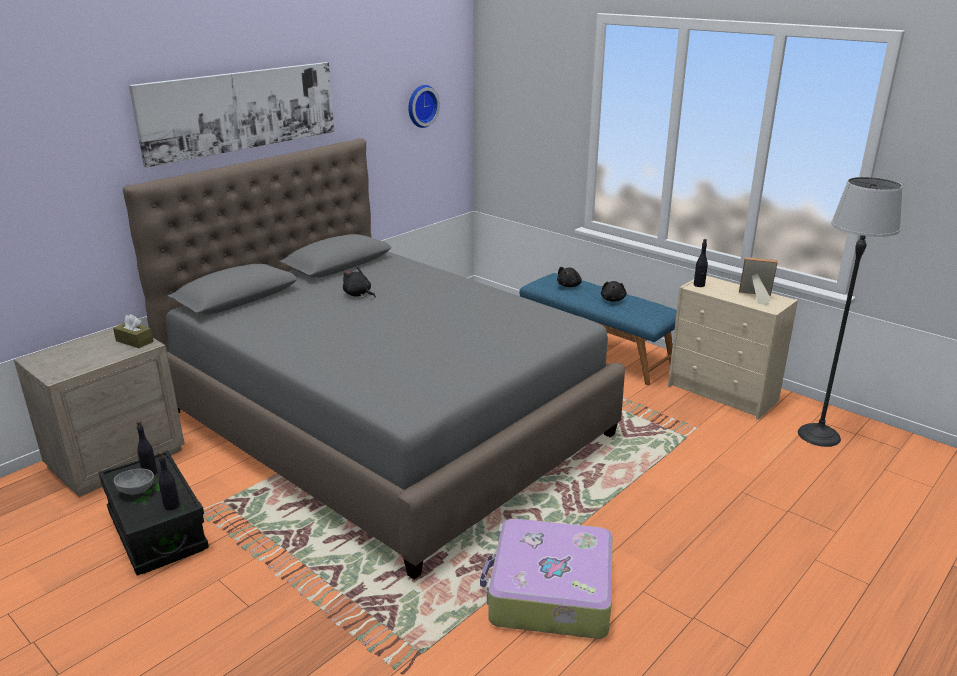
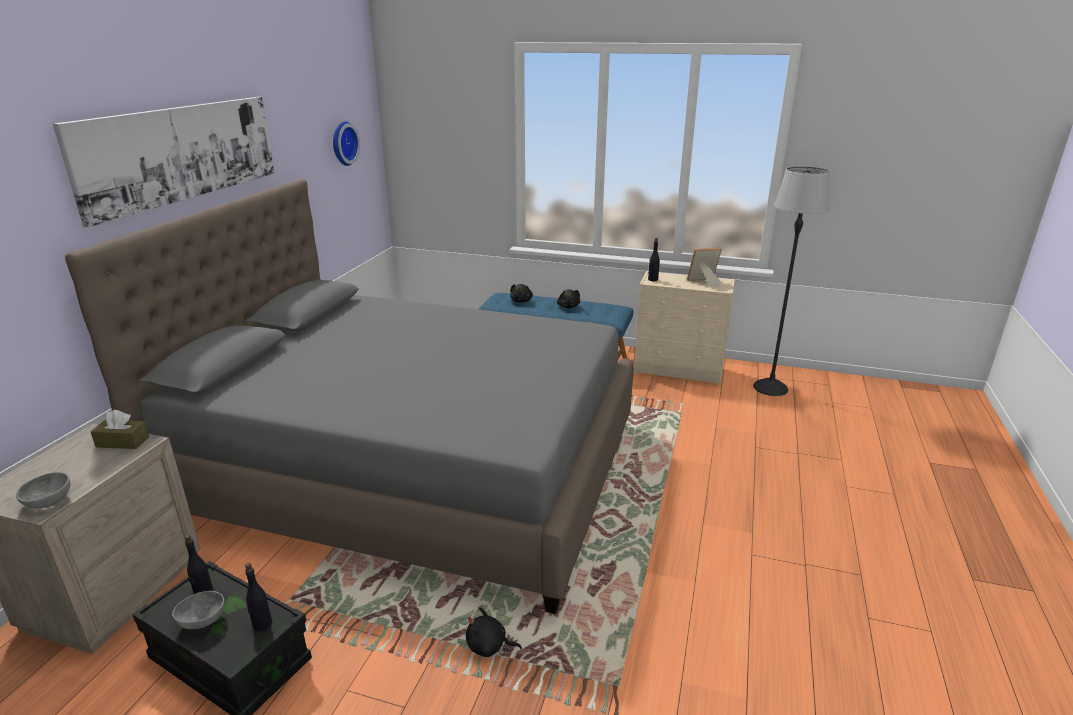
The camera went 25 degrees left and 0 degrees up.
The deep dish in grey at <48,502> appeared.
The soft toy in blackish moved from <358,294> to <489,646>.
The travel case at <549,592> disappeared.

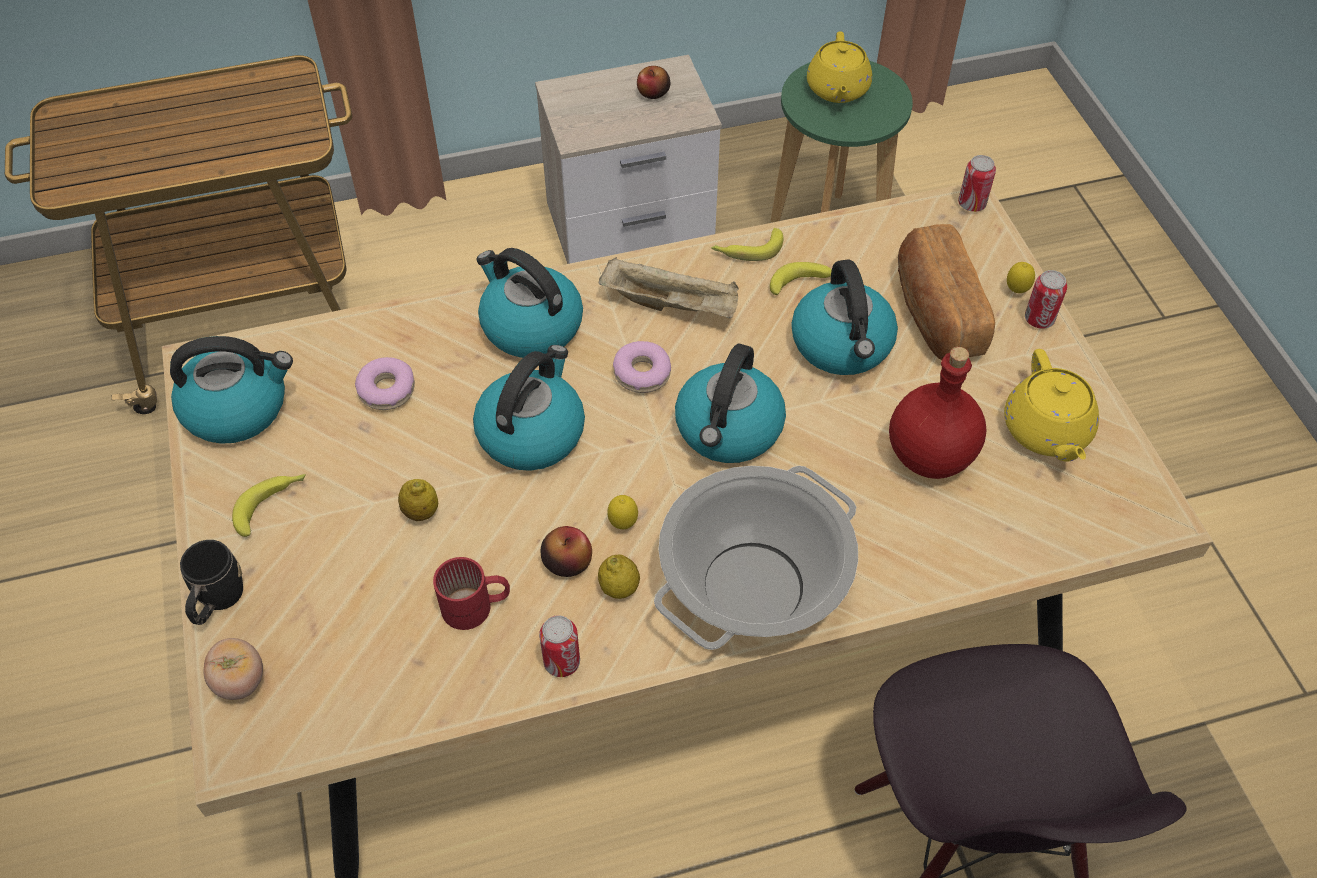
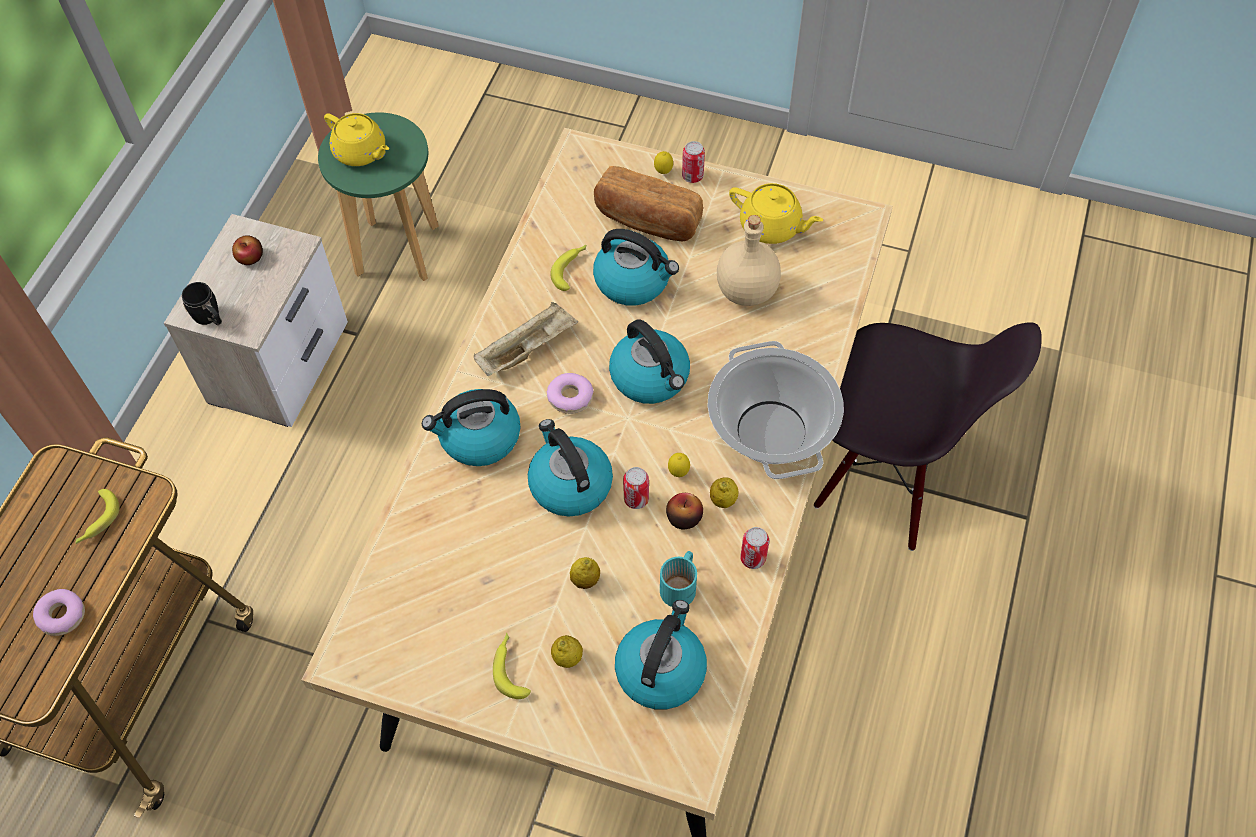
The camera went 55 degrees left and 5 degrees up.
The donut moved from <387,390> to <62,615>.
The banana fruit moved from <747,250> to <97,521>.
The mug in blackish moved from <217,602> to <210,318>.
The lemon at <567,658> appeared.
The kettle moved from <238,408> to <660,669>.
The can moved from <971,204> to <636,499>.
The mug in red-coloured at <476,608> became the mug in blue-green at <682,585>.
The beverage bottle in red-coloured at <931,455> became the beverage bottle in beige at <747,290>.
The tomato at <240,681> disappeared.

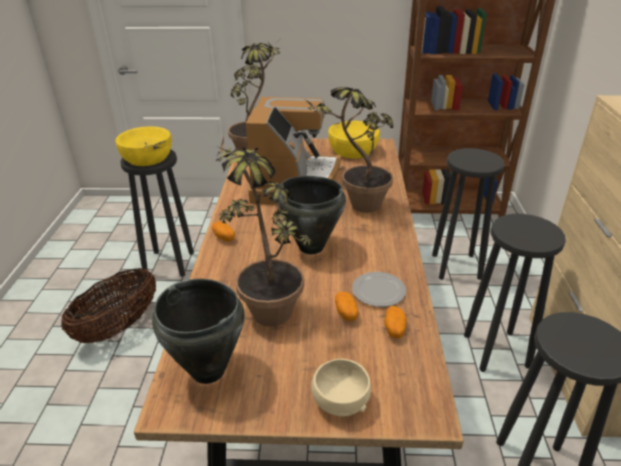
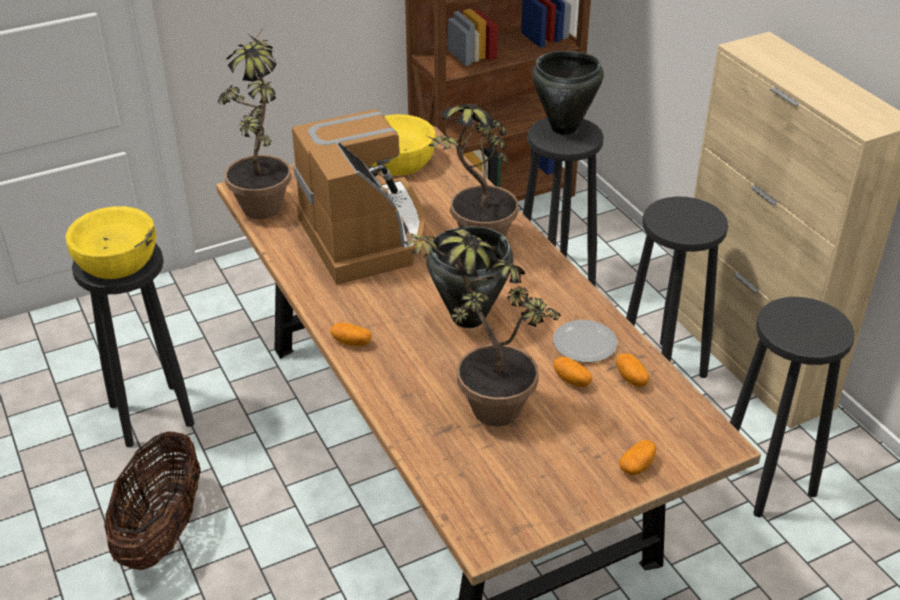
The camera went 30 degrees left and 5 degrees up.
The saucepot in blackish moved from <208,371> to <564,128>.
The deep dish in beige at <340,401> was replaced by the whole potato at <637,466>.

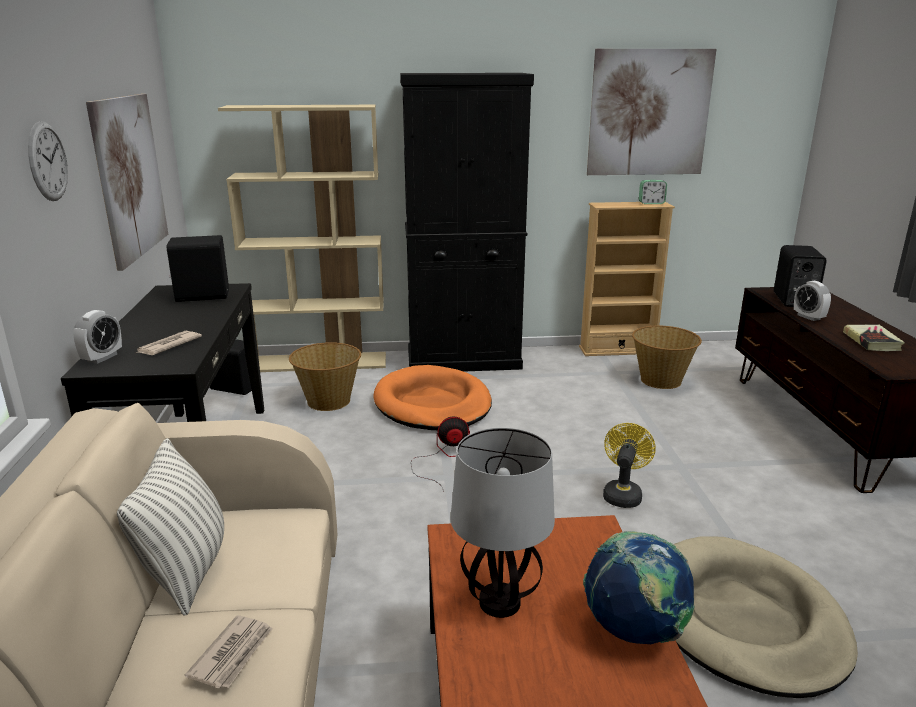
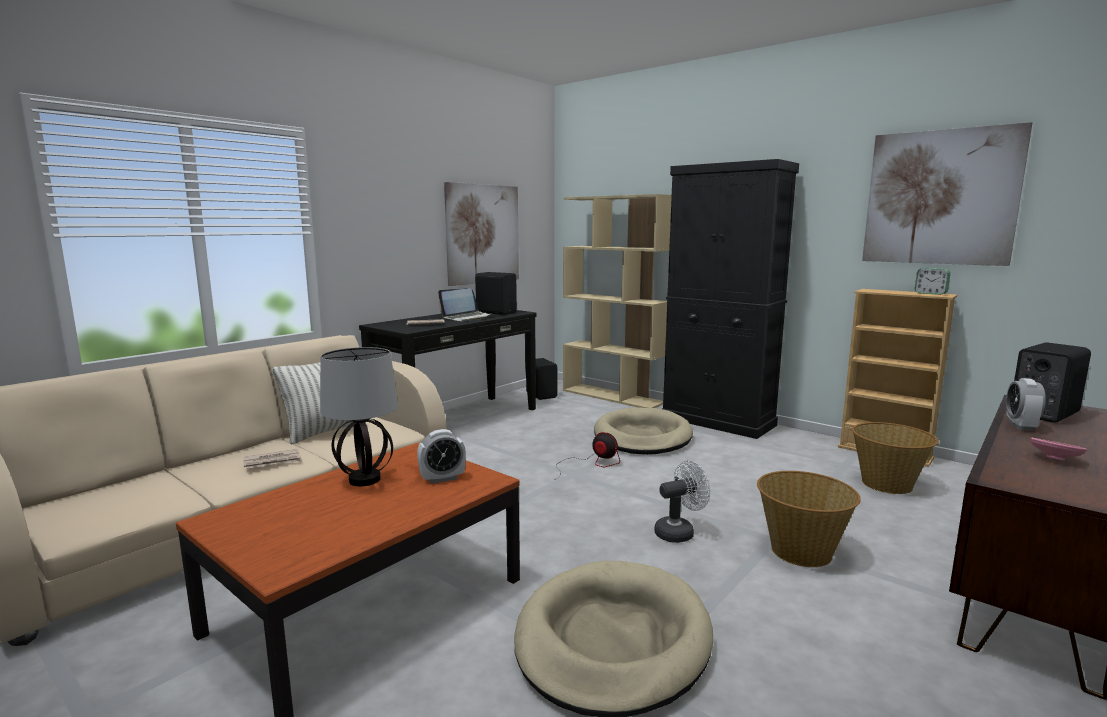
The camera went 45 degrees right and 10 degrees down.
The bedside clock moved from <102,358> to <442,479>.
The notebook computer at <467,318> appeared.
The dog bed in orangey at <432,404> became the dog bed in beige at <642,436>.
The fan in yellowish at <623,494> became the fan in whitish at <679,532>.
The basket moved from <328,401> to <801,551>.
The volume at <872,341> was replaced by the deep dish in pink at <1055,459>.
The wall clock at <48,161> disappeared.
The globe at <634,631> disappeared.

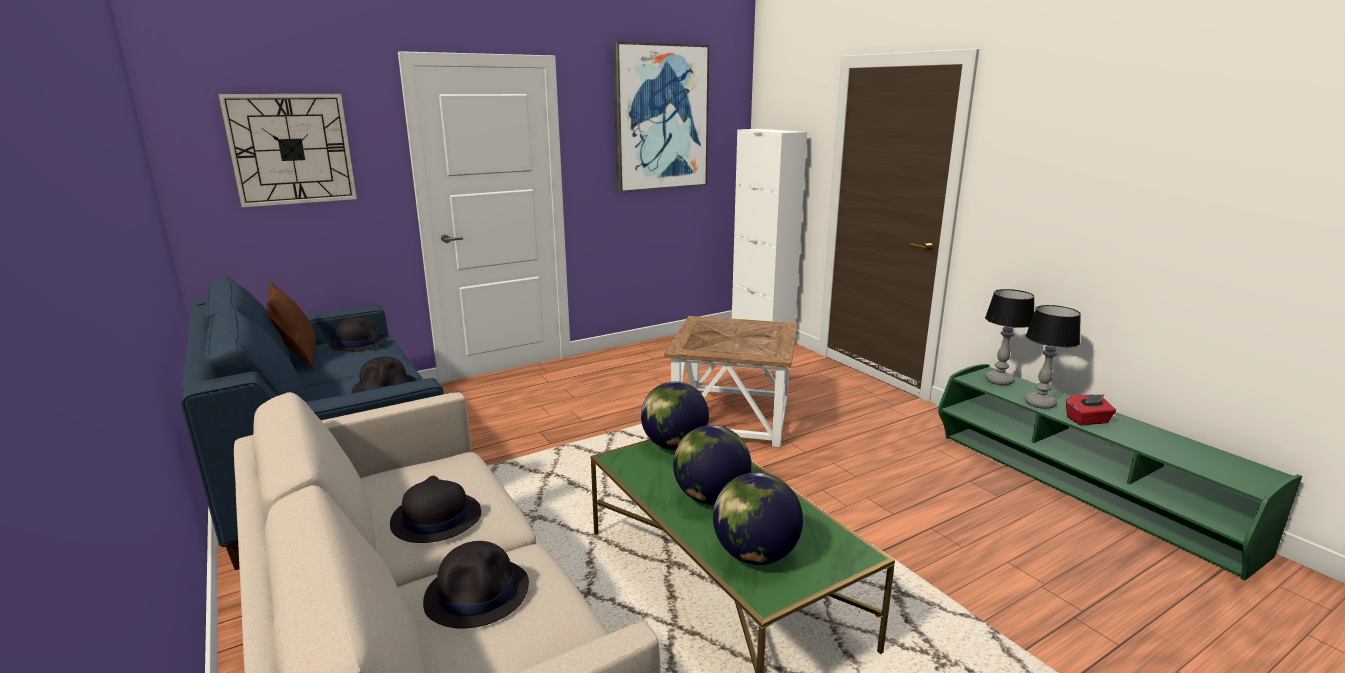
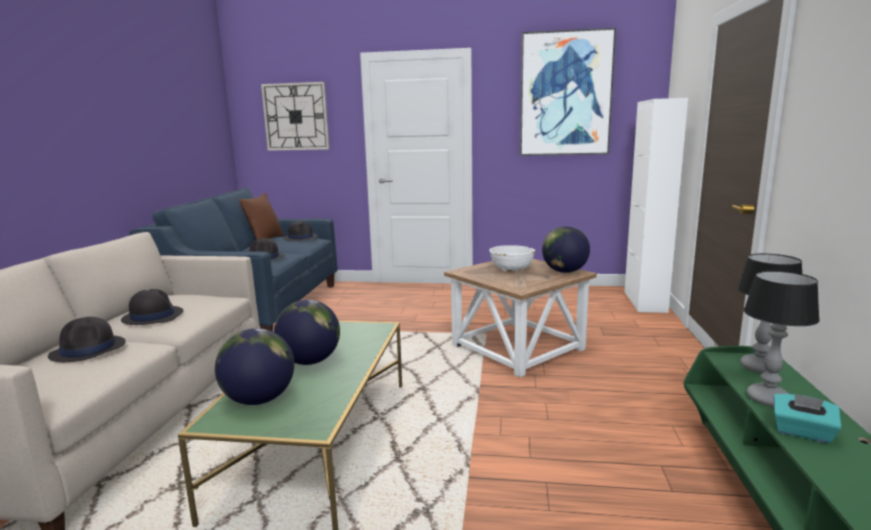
The camera went 40 degrees right and 5 degrees down.
The deep dish in whitish at <511,269> appeared.
The globe moved from <674,445> to <564,271>.
The tissue box in red-coloured at <1087,421> became the tissue box in blue-green at <802,432>.

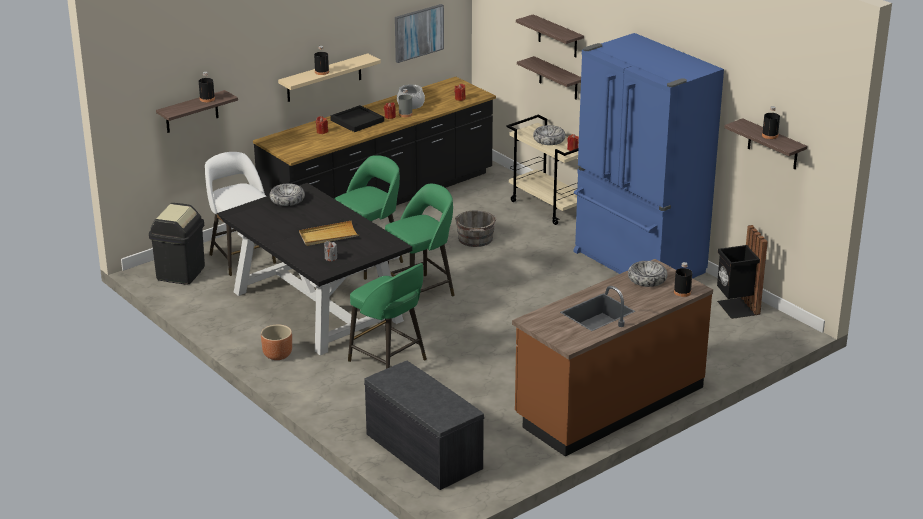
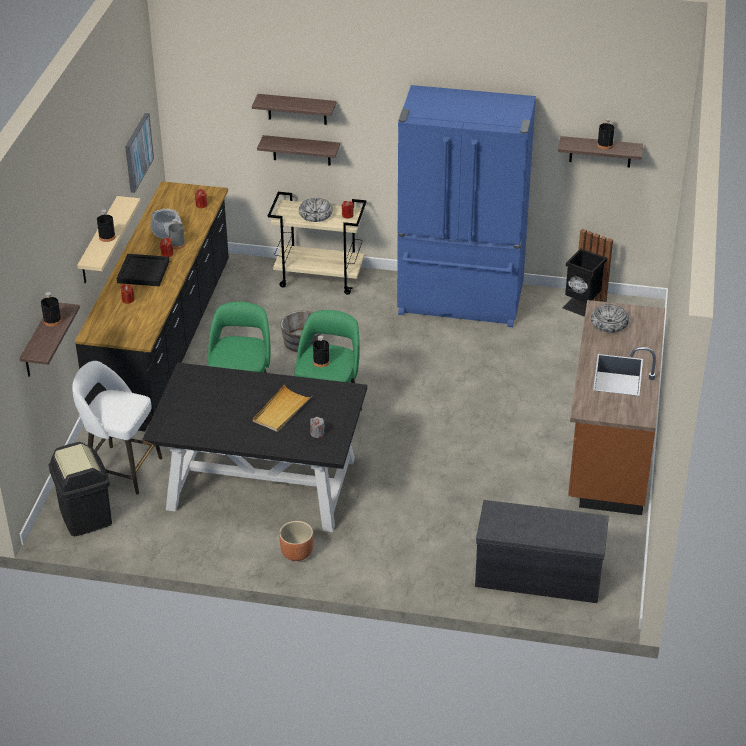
The camera went 40 degrees left and 10 degrees up.
The beverage bottle in blackish moved from <682,292> to <321,362>.
The deep dish at <287,199> disappeared.
The stool in green-coloured at <389,361> disappeared.

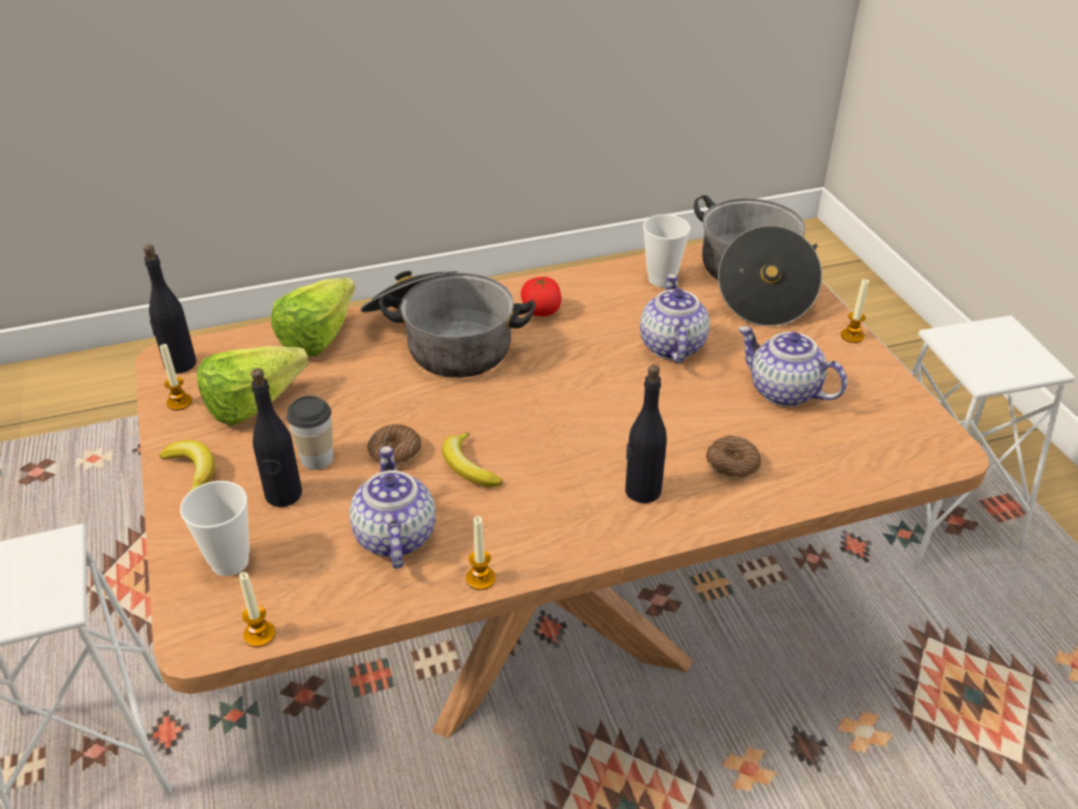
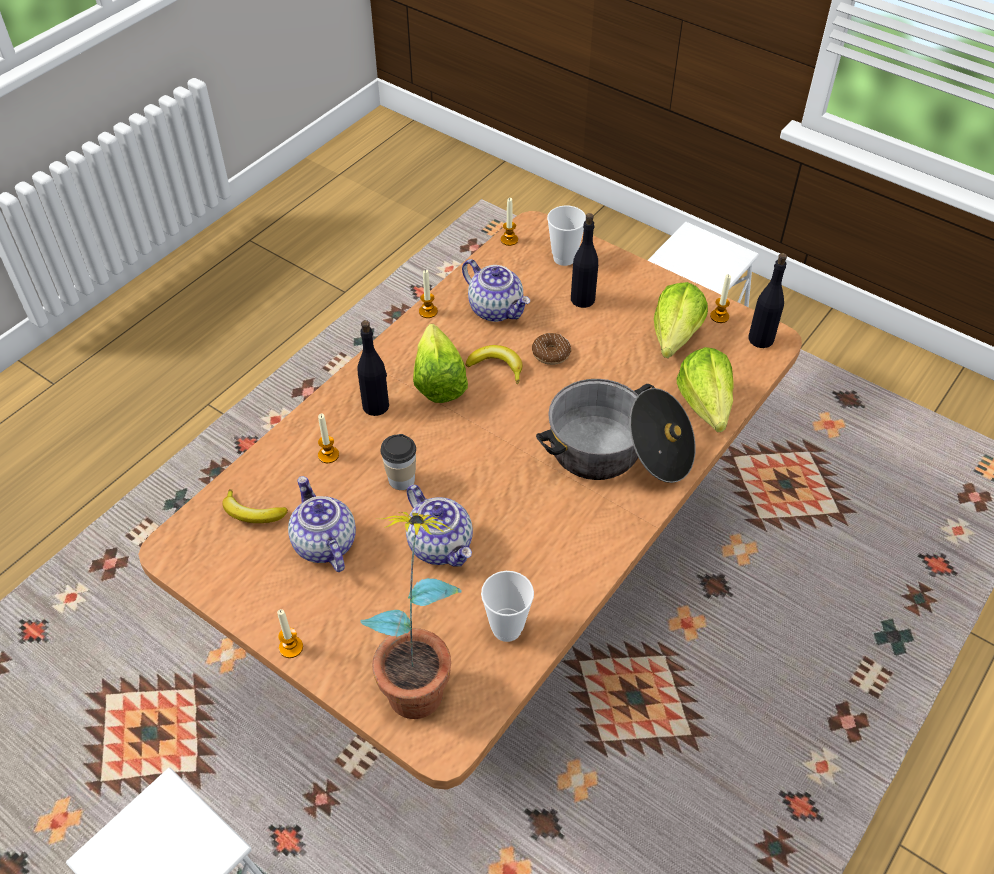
The camera went 145 degrees right and 10 degrees up.
The banana fruit moved from <192,471> to <252,513>.
The teapot at <783,391> turned 120 degrees counterclockwise.
The donut at <732,464> was replaced by the wax light at <328,455>.
The saucepot at <752,282> was replaced by the houseplant at <420,677>.
The cup moved from <317,458> to <401,480>.
The lettuce head at <439,376> appeared.
The tomato at <541,311> disappeared.

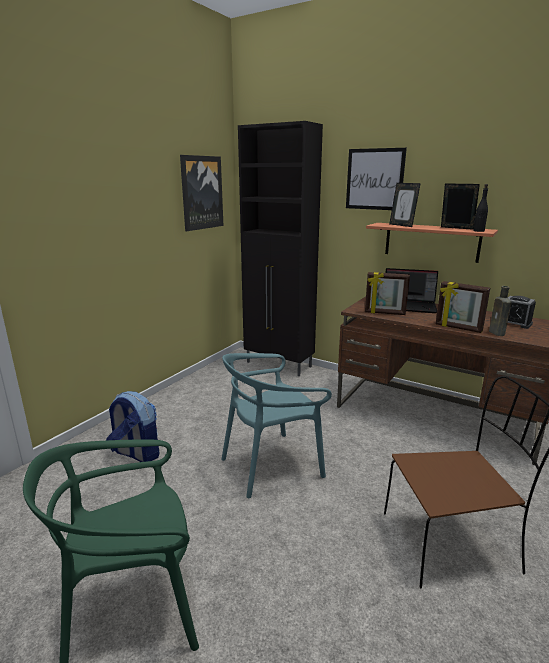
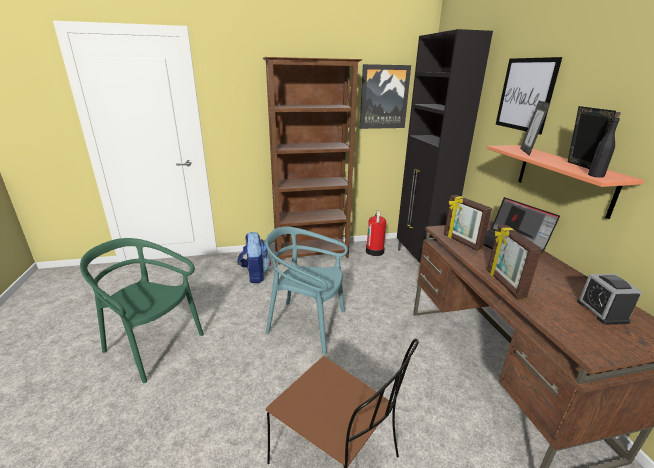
The camera went 45 degrees right and 5 degrees up.
The shelving unit in brown at <312,254> appeared.
The fire-fighting cylinder at <375,251> appeared.
The beverage bottle in brown at <497,333> disappeared.

